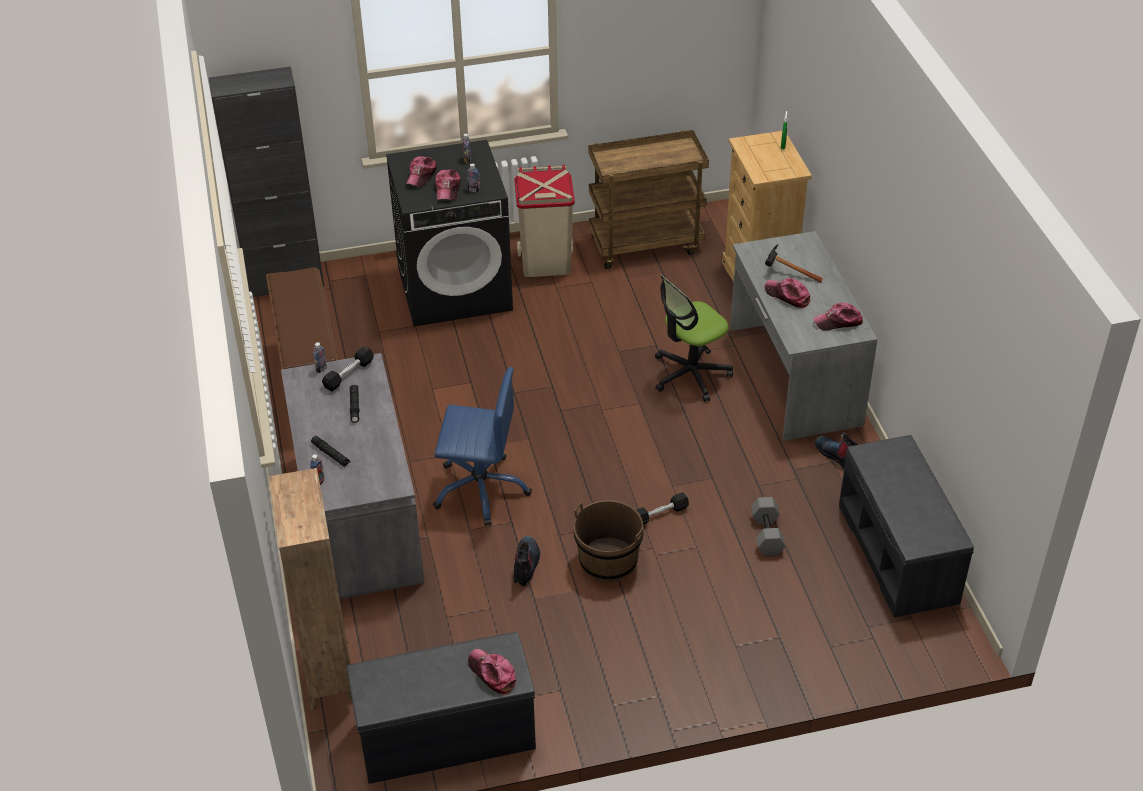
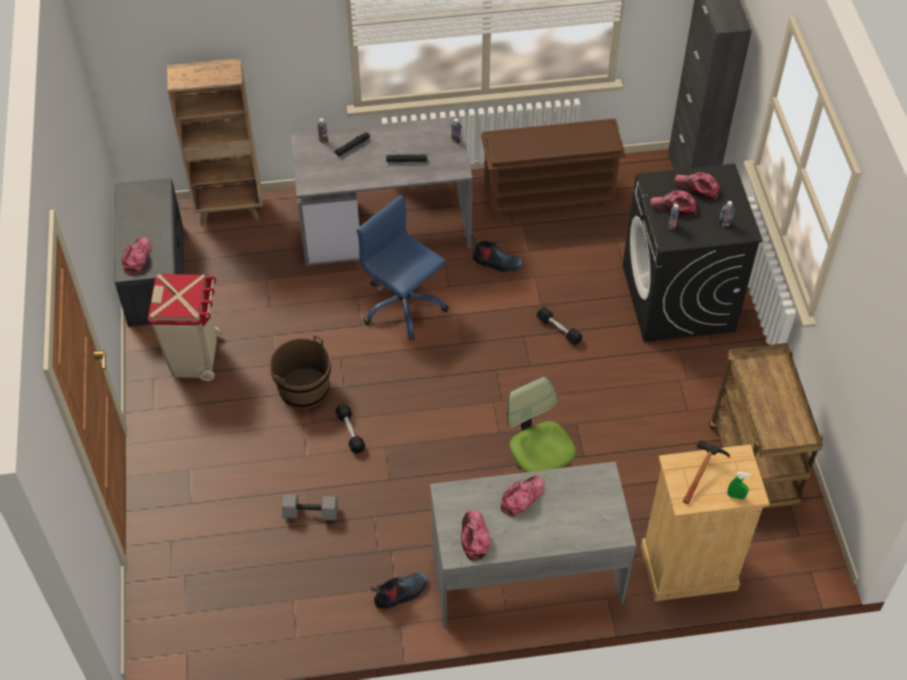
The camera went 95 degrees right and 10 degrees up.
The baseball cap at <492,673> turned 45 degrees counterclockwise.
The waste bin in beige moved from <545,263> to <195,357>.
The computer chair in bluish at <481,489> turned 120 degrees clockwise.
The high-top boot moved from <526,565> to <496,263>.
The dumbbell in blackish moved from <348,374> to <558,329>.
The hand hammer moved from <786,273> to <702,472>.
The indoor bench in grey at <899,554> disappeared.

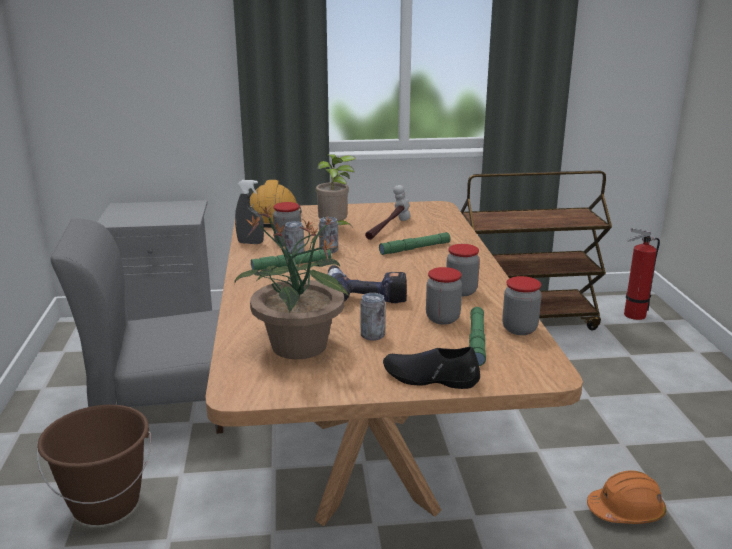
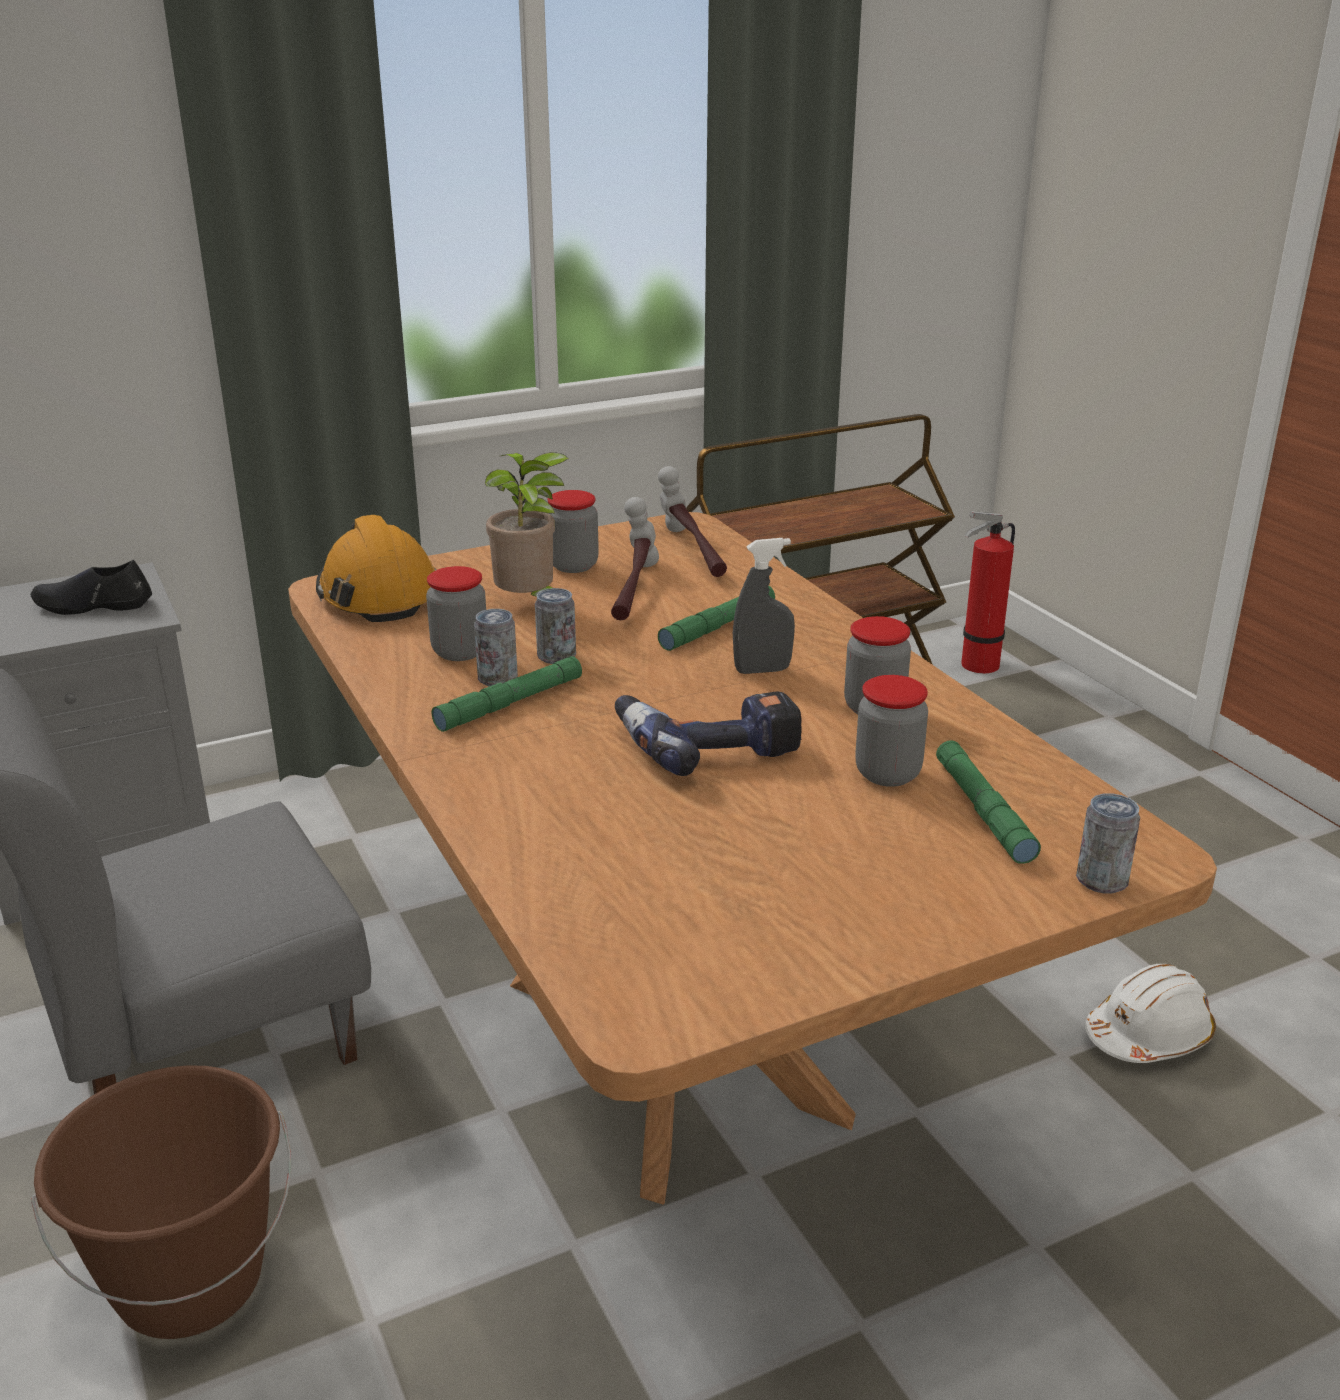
The camera went 20 degrees left and 5 degrees up.
The item of footwear in blackish moved from <430,378> to <93,605>.
The storage jar moved from <519,329> to <573,566>.
The hand hammer at <692,552> appeared.
The hand sprayer in grey moved from <250,243> to <762,670>.
The can moved from <372,335> to <1101,880>.
The hard hat in orangey at <626,511> became the hard hat in whitish at <1148,1035>.
The houseplant at <298,347> disappeared.

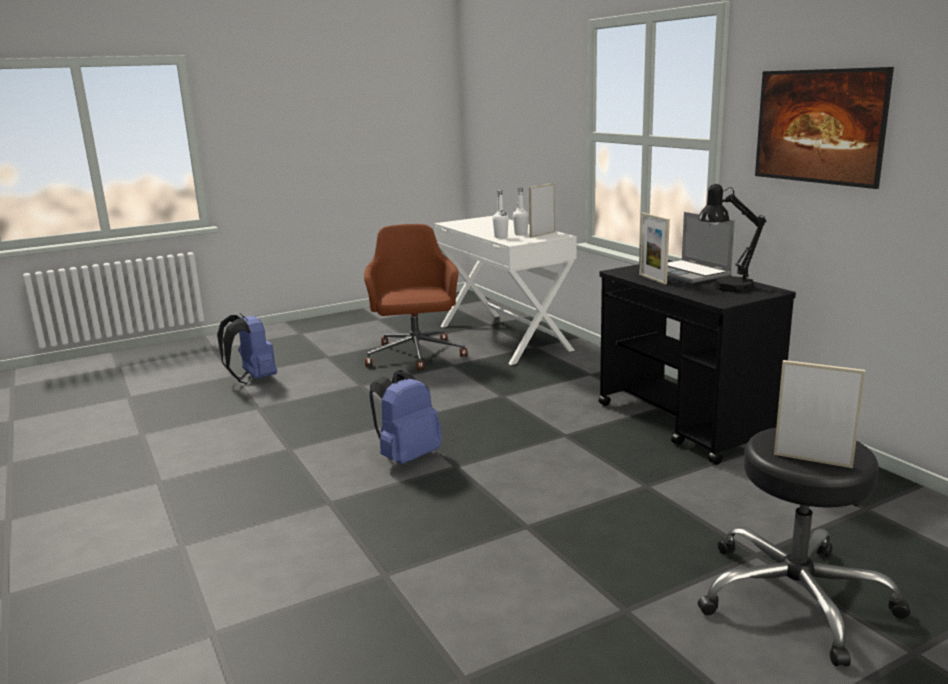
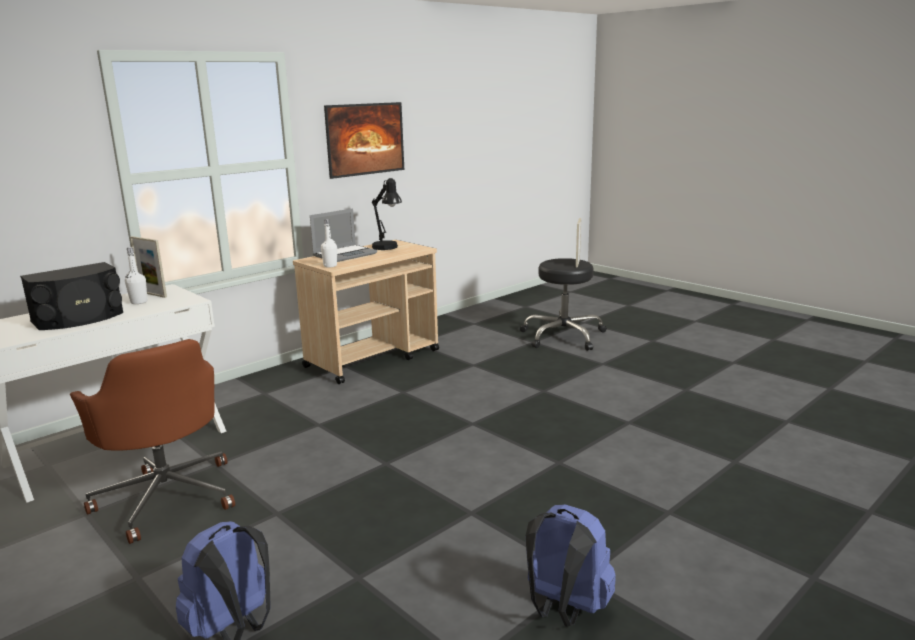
The camera went 105 degrees left and 0 degrees up.
The speaker in blackish at <79,318> appeared.
The computer chair in brown at <415,356> turned 105 degrees counterclockwise.
The trolley in blackish at <685,423> became the trolley in beige at <373,358>.
The beverage bottle in whitish moved from <501,237> to <330,266>.
The knapsack in bluish moved from <407,457> to <564,609>.
The photo frame at <652,279> disappeared.

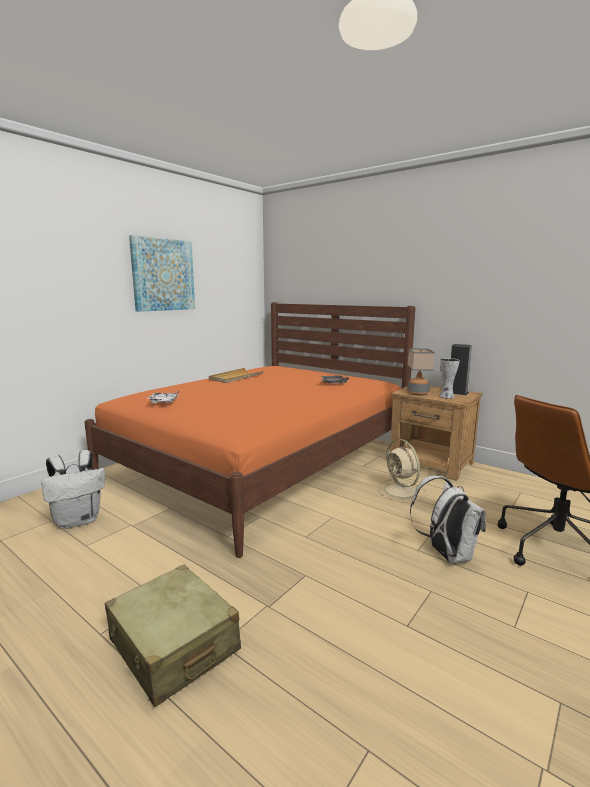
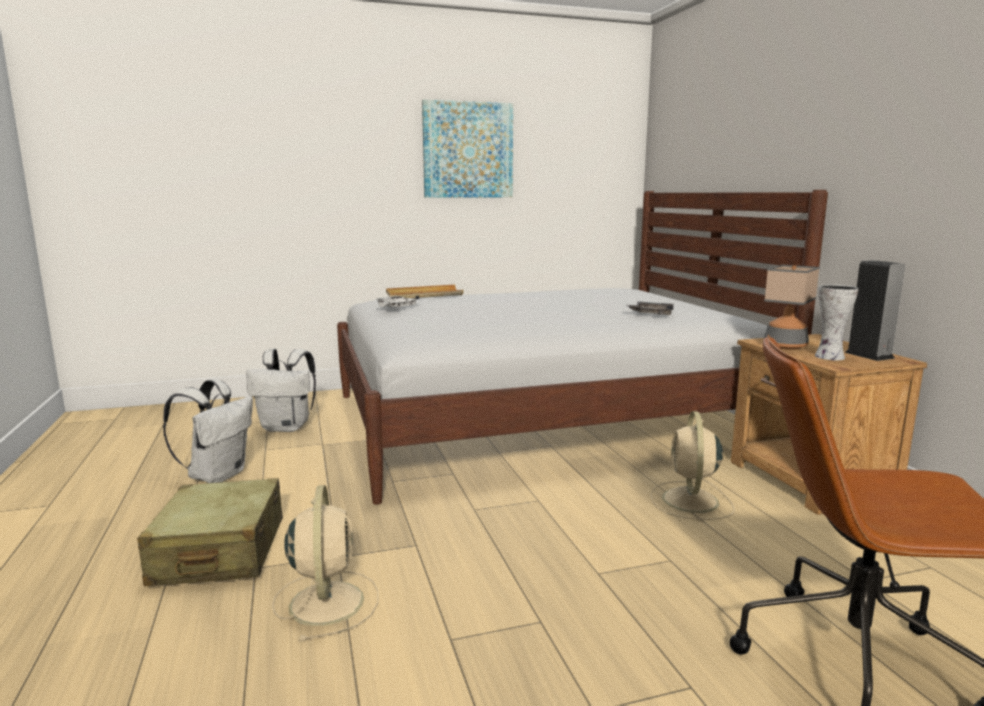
The camera went 35 degrees right and 0 degrees up.
The knapsack in whitish moved from <446,554> to <218,475>.
The fan in beige at <327,601> appeared.
The bed in orangey at <263,462> became the bed in whitish at <543,419>.
The serving tray in beige moved from <236,377> to <423,295>.

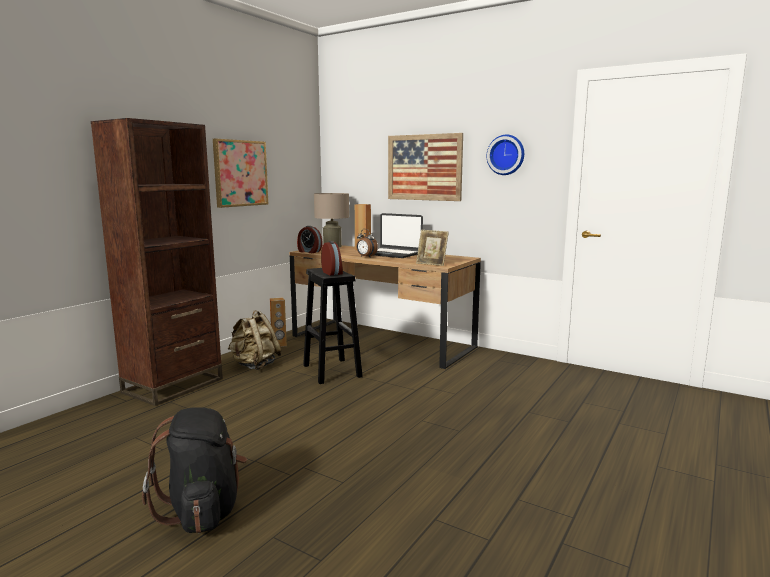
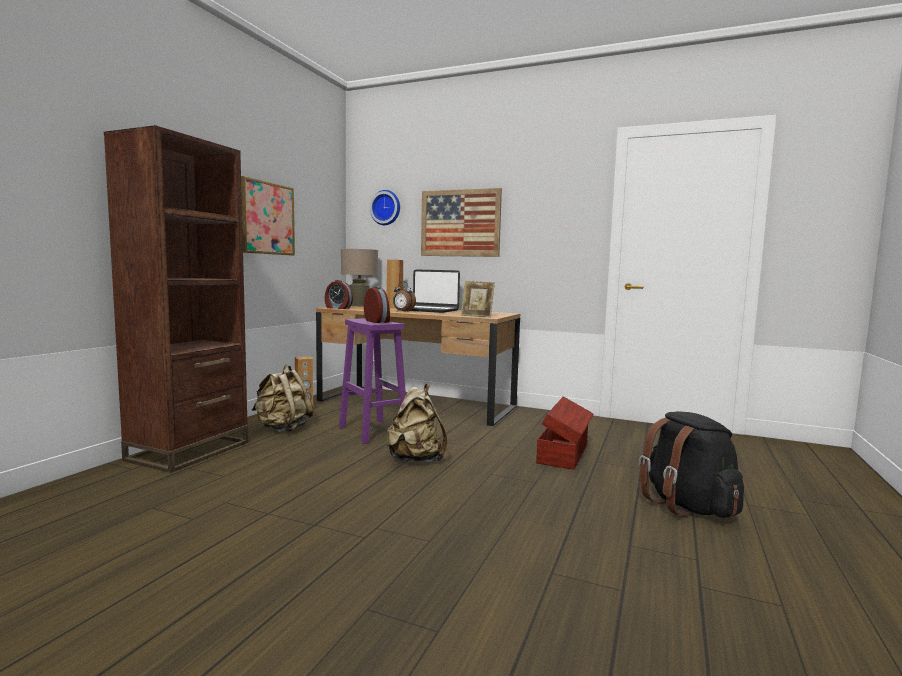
The camera went 10 degrees left and 5 degrees down.
The stool in blackish at <331,370> became the stool in purplish at <372,431>.
The wall clock moved from <506,155> to <386,208>.
The knapsack in beige at <415,459> appeared.
The storage bin in brown at <564,453> appeared.
The knapsack in blackish moved from <203,510> to <687,506>.

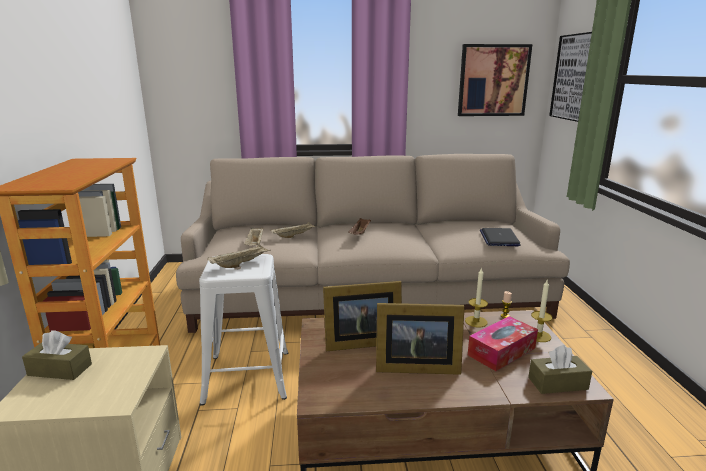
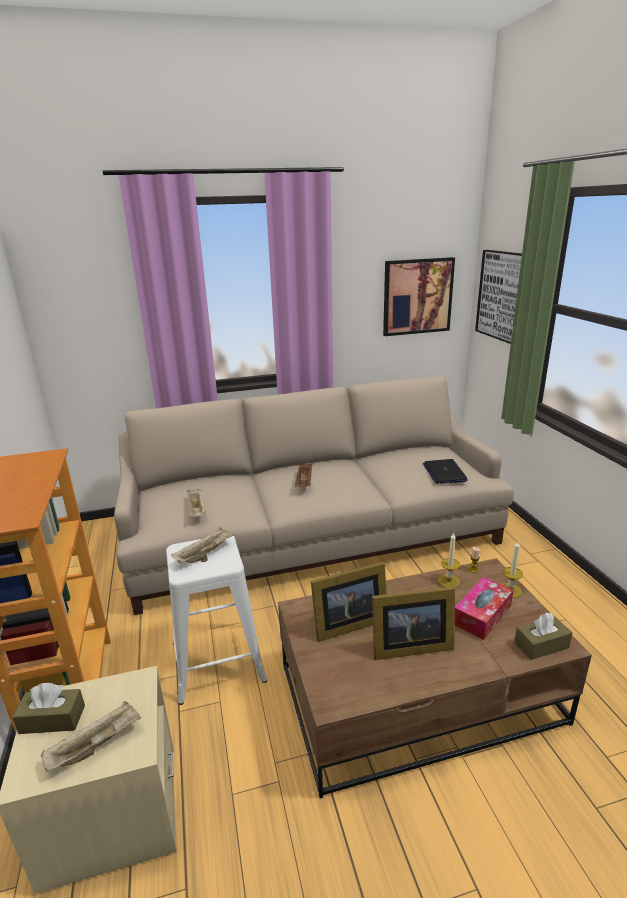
The camera went 10 degrees left and 5 degrees up.
The serving tray in beige moved from <294,236> to <96,745>.

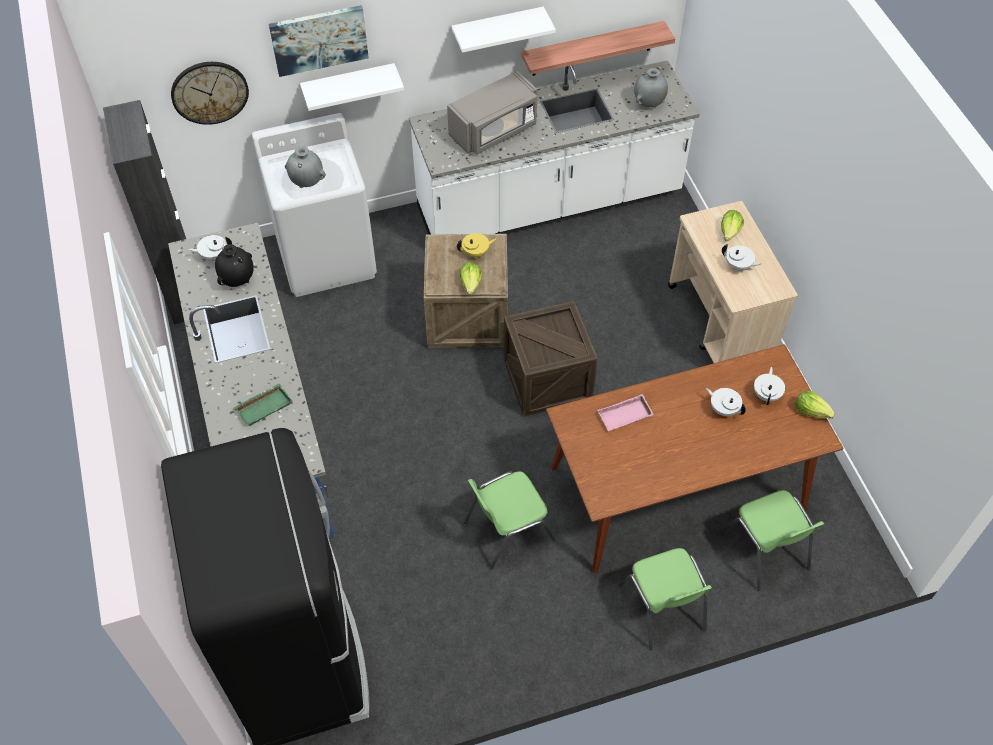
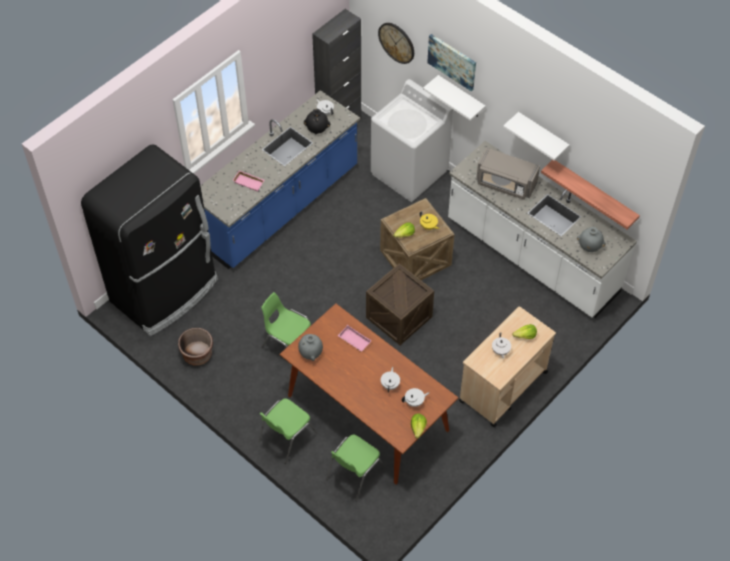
The camera went 60 degrees right and 0 degrees up.
The plant pot in brown at <197,354> appeared.
The serving tray in green-coloured at <264,406> became the serving tray in pink at <249,182>.
The decorative vase in grey moved from <307,182> to <311,354>.

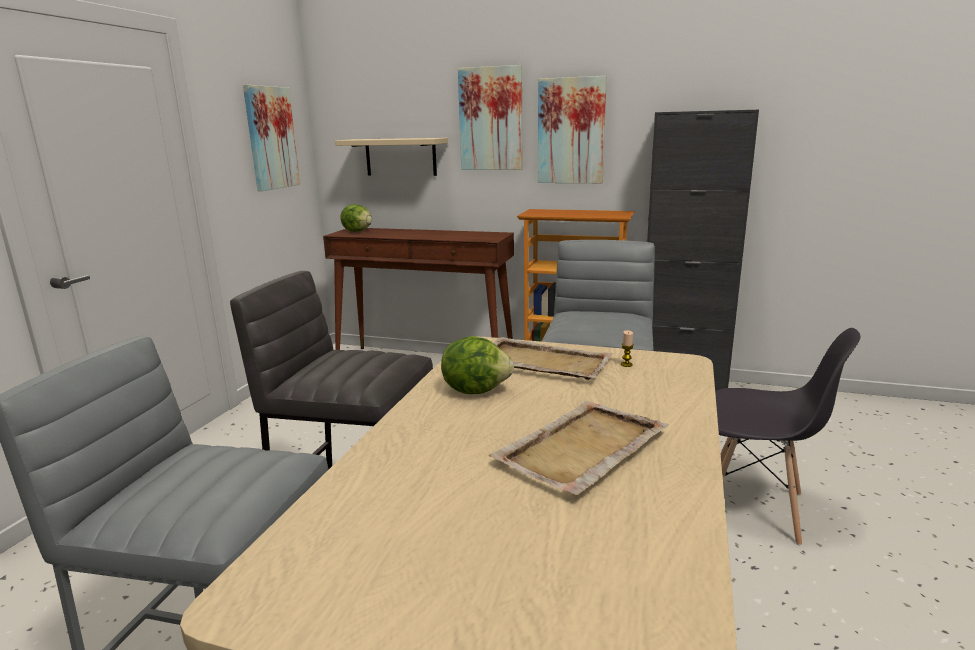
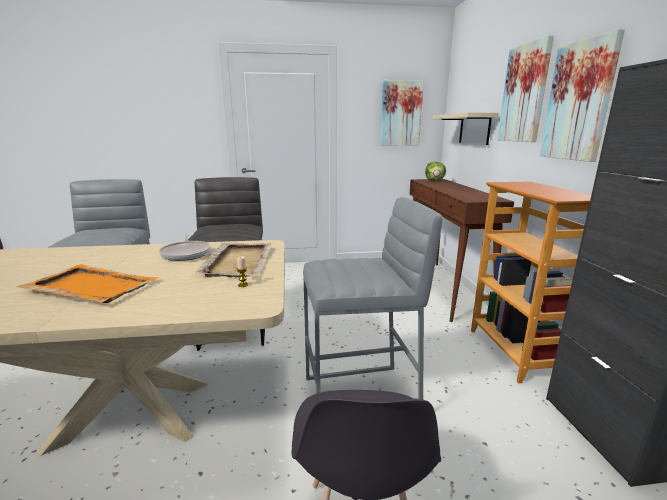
The camera went 65 degrees right and 0 degrees up.
The serving tray in beige at <580,449> became the serving tray in orangey at <90,286>.
The lettuce head at <476,390> was replaced by the pan at <186,253>.

